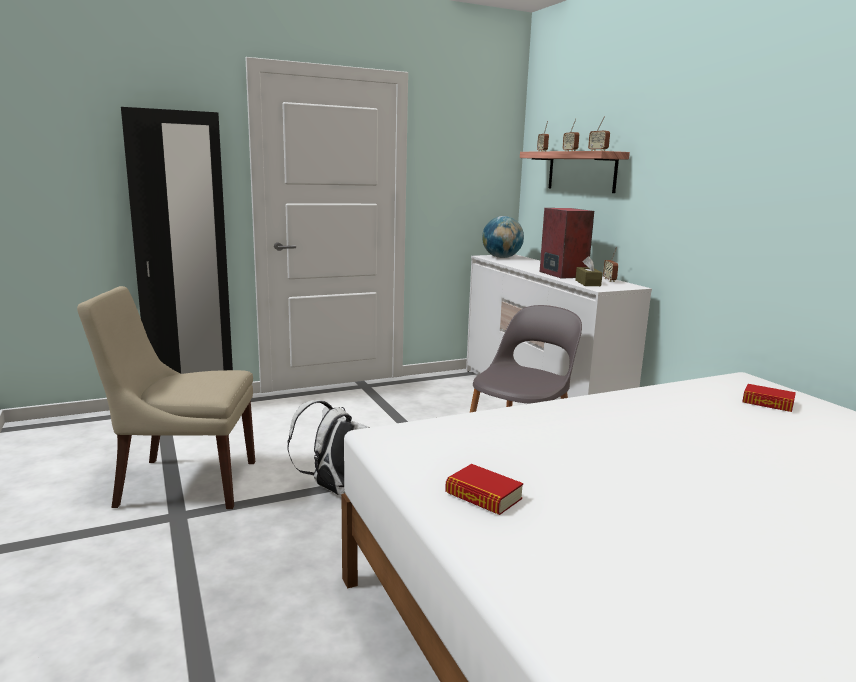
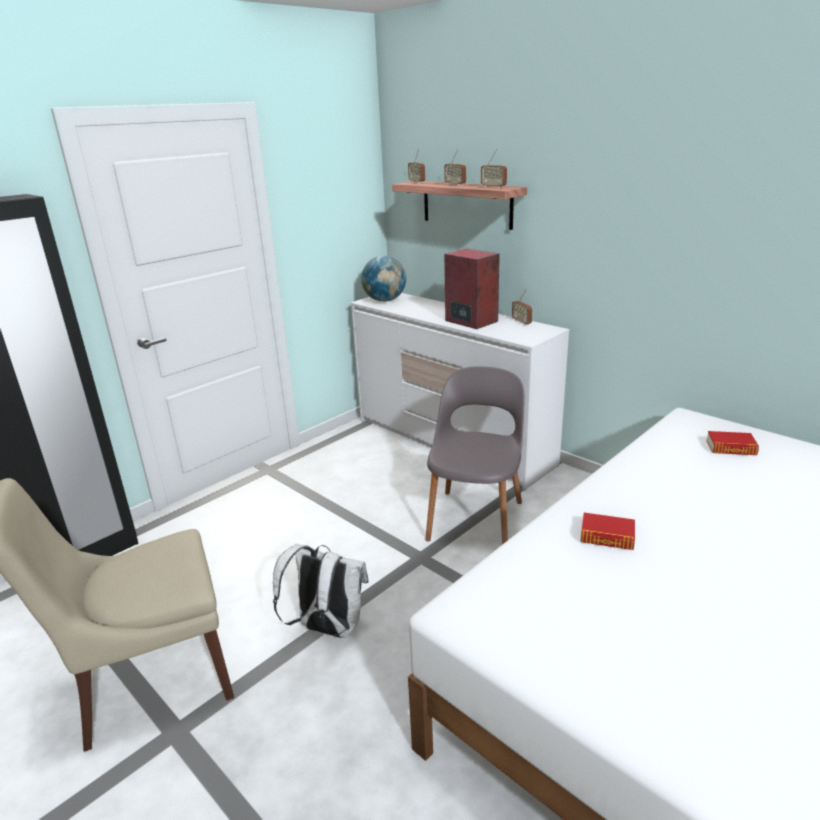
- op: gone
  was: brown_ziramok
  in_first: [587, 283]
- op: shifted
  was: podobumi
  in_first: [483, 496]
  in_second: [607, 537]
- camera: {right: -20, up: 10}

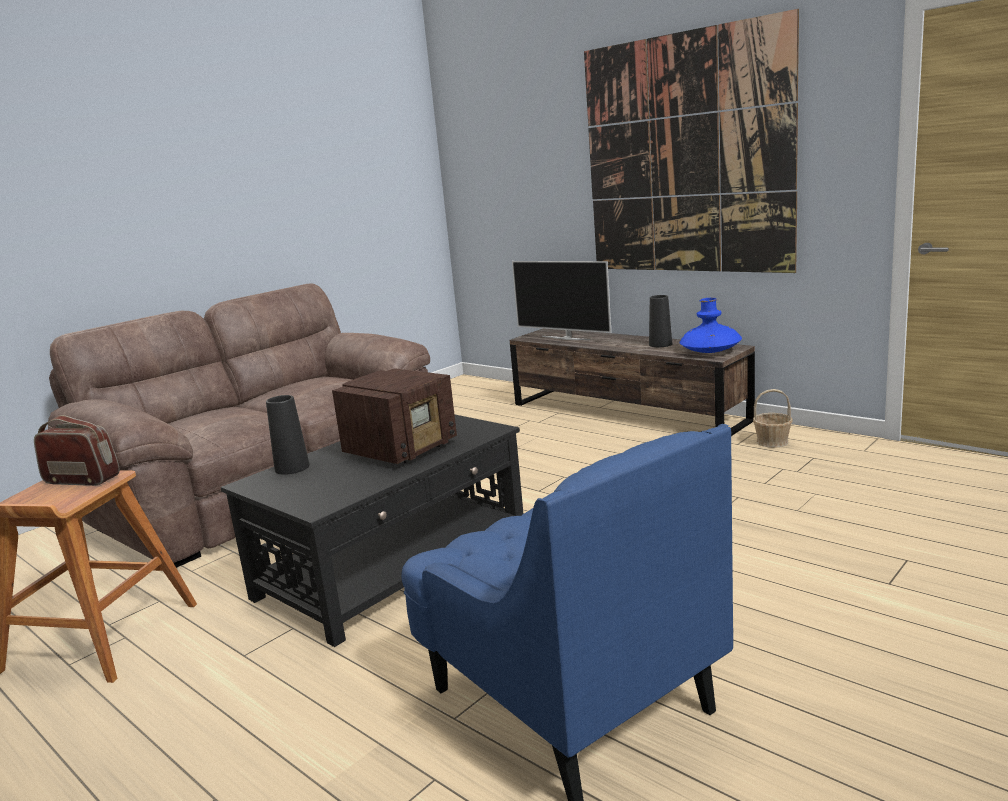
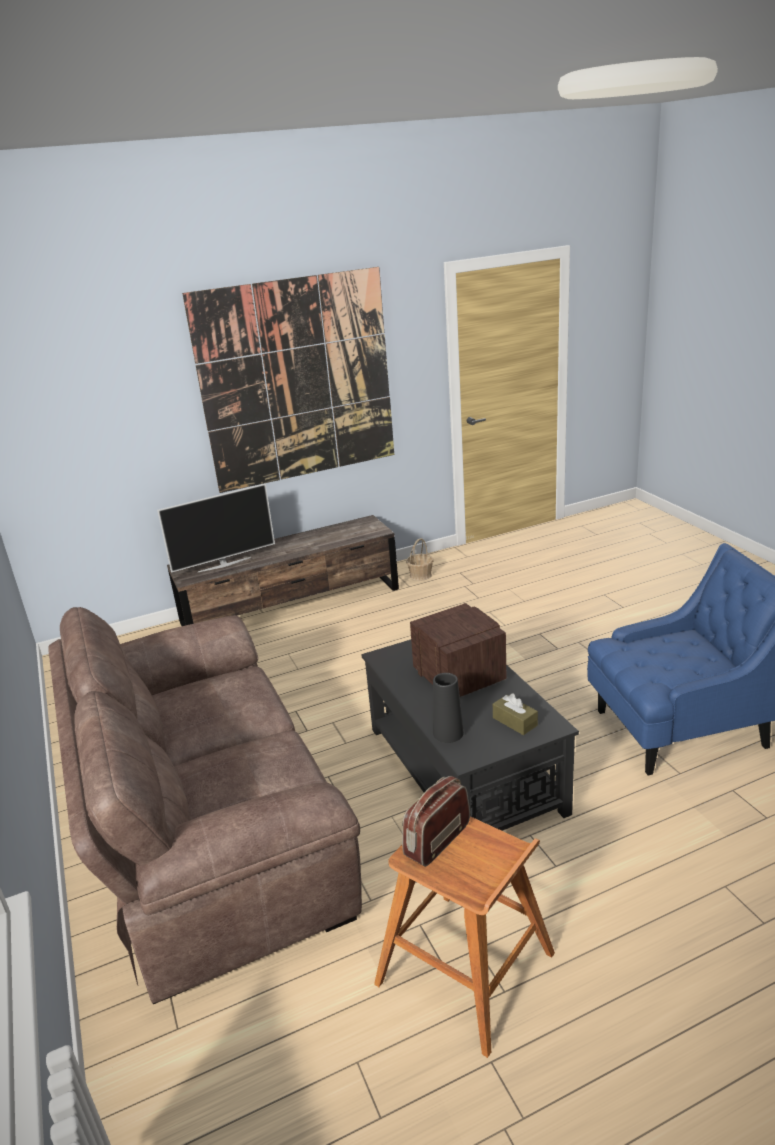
- op: gone
  was: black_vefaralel
  in_first: [660, 344]
- op: gone
  was: blue_vefaralel
  in_first: [710, 351]
- op: new
  now: brown_ziramok
  in_second: [515, 721]
- camera: {right: -65, up: 10}

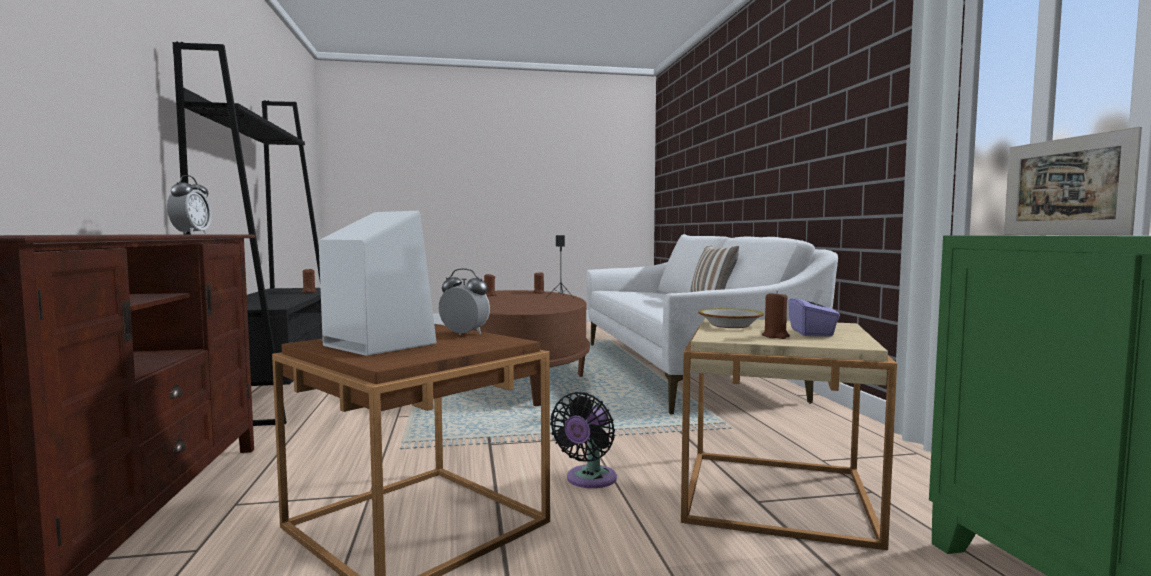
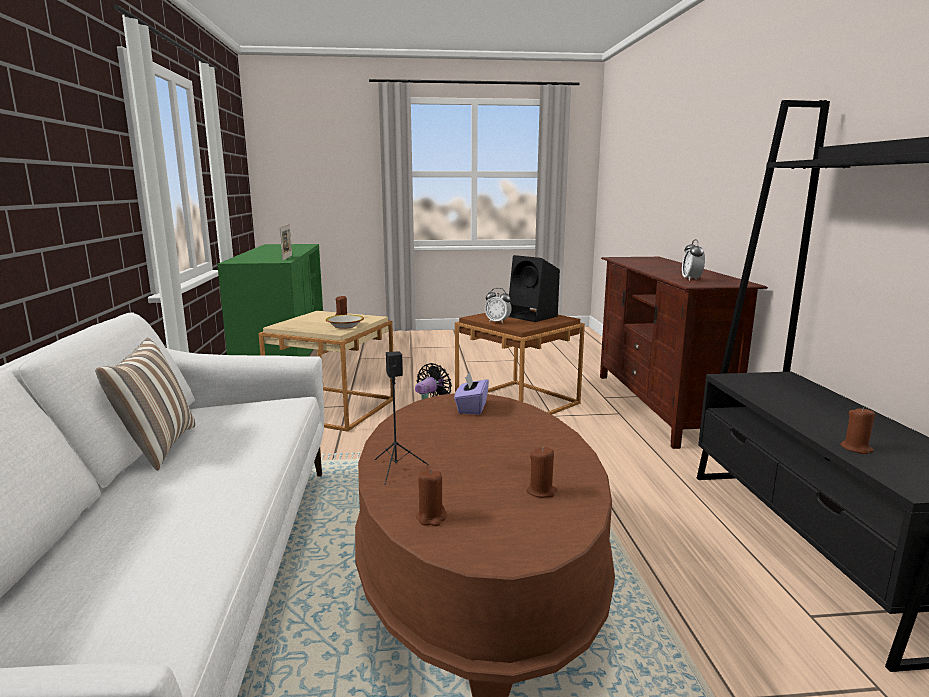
- op: repainted
  was: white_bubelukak
  now: black_bubelukak
  in_first: [377, 344]
  in_second: [533, 316]
- op: shifted
  was: purple_ziramok
  in_first: [812, 333]
  in_second: [471, 408]
- camera: {right: -175, up: 10}

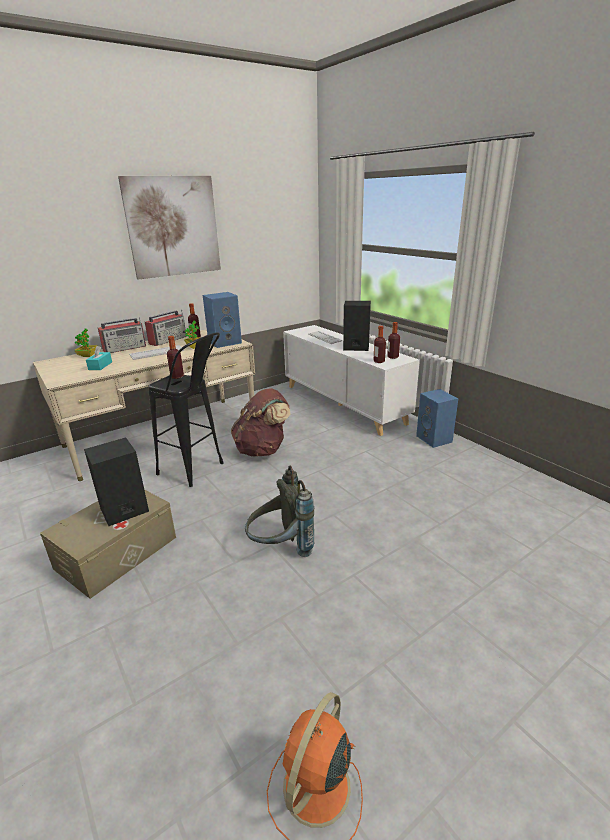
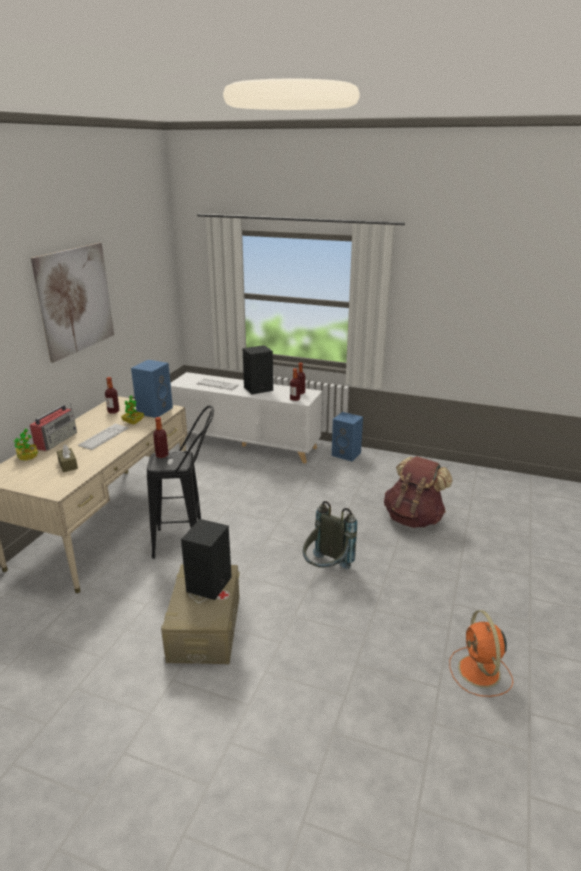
- op: gone
  was: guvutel
  in_first: [168, 340]
- op: repainted
  was: turquoise_ziramok
  now: brown_ziramok
  in_first: [100, 366]
  in_second: [68, 465]
- op: shifted
  was: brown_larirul
  in_first: [263, 450]
  in_second: [413, 518]
- camera: {right: -35, up: 0}

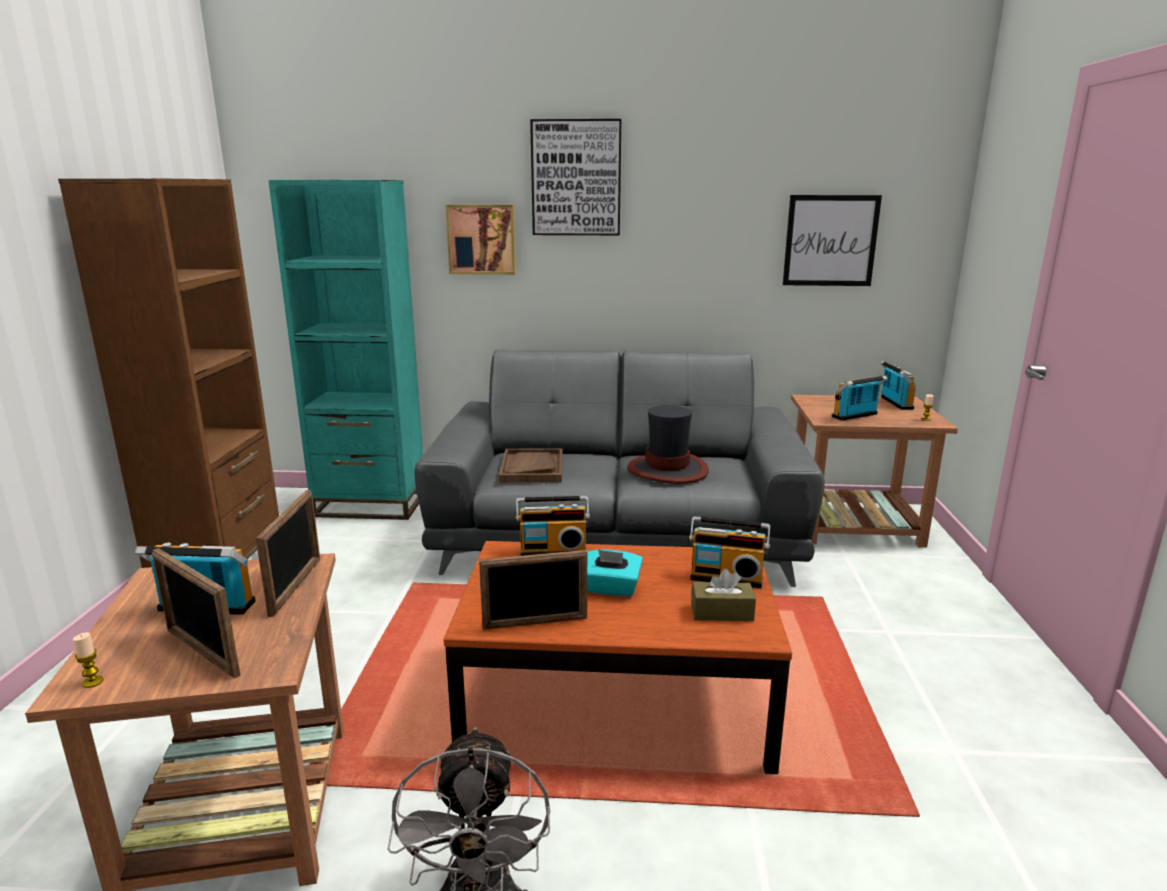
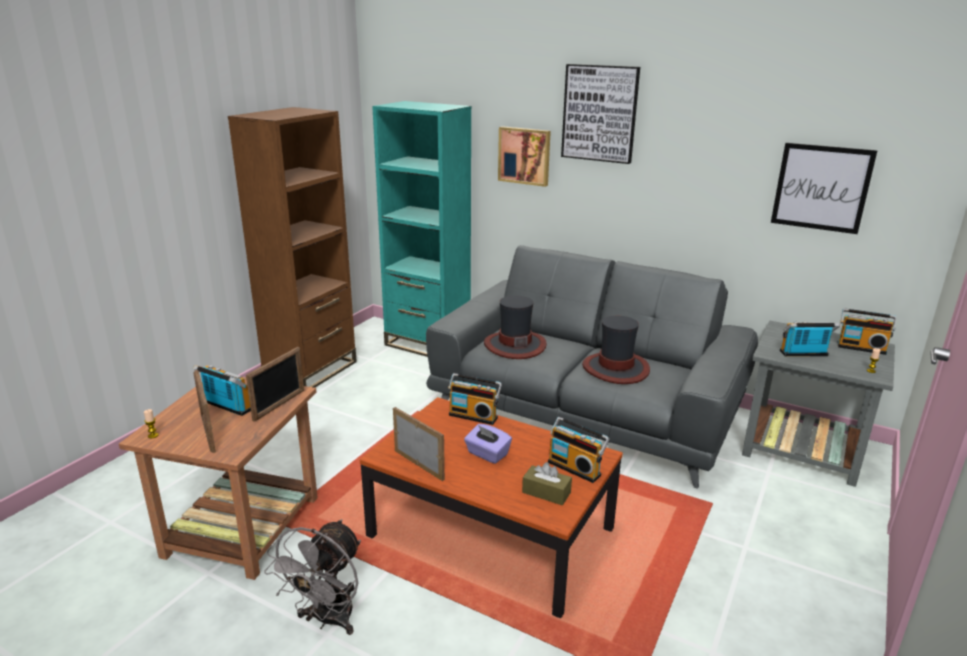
- op: rotated
  was: guvutel
  in_first: [894, 403]
  in_second: [861, 347]
  clockwise: 90
- op: repainted
  was: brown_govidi
  now: grey_govidi
  in_first: [855, 524]
  in_second: [804, 449]
- op: swapped
  was: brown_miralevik
  now: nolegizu
  in_first: [532, 468]
  in_second: [514, 345]
- op: repainted
  was: turquoise_ziramok
  now: purple_ziramok
  in_first: [611, 589]
  in_second: [487, 454]
- op: rotated
  was: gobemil
  in_first: [535, 623]
  in_second: [419, 464]
  clockwise: -150
- camera: {right: 25, up: 5}

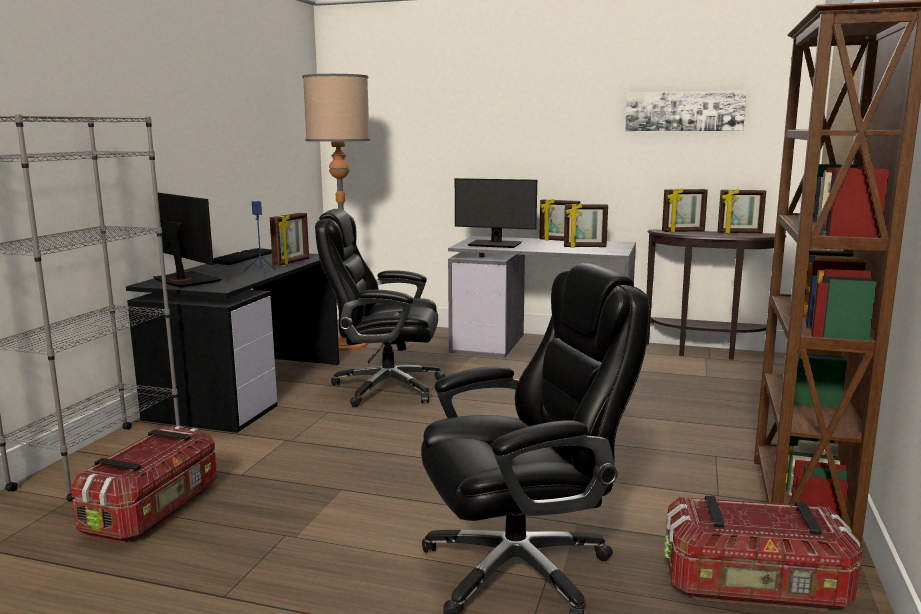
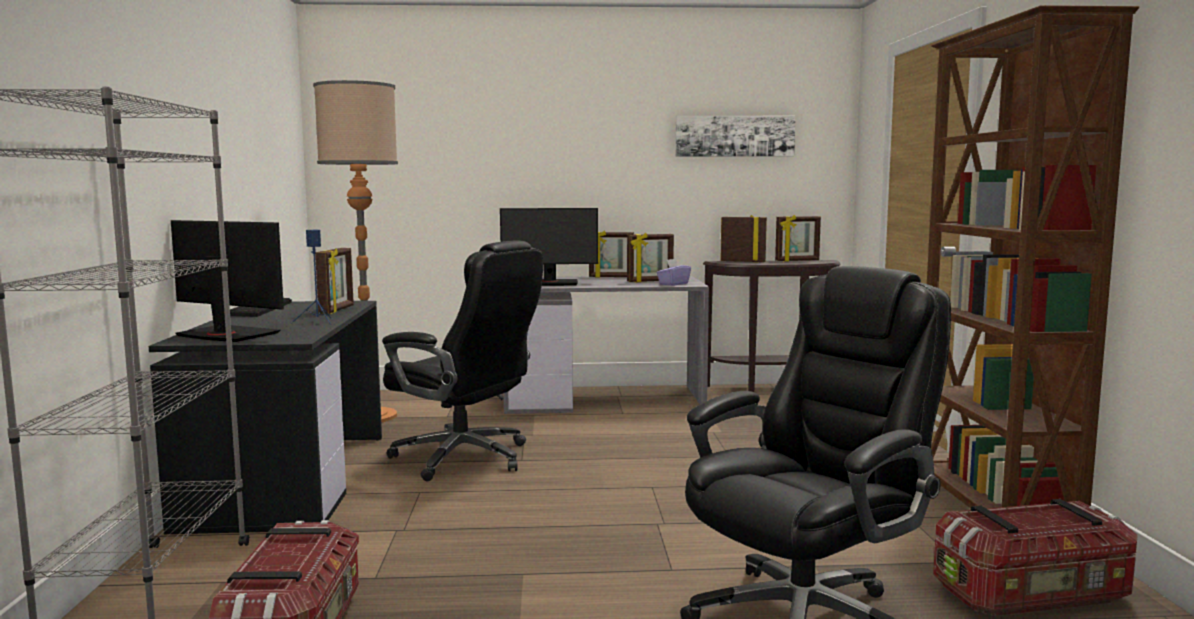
- op: rotated
  was: gobemil
  in_first: [683, 232]
  in_second: [743, 261]
  clockwise: -135
- op: rotated
  was: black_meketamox
  in_first: [384, 388]
  in_second: [465, 458]
  clockwise: -135
- op: new
  now: purple_ziramok
  in_second: [673, 284]
- camera: {right: -20, up: -5}

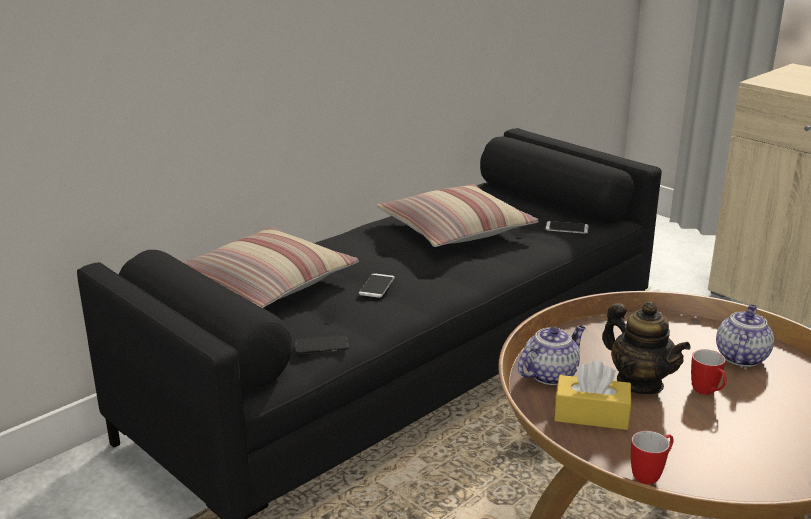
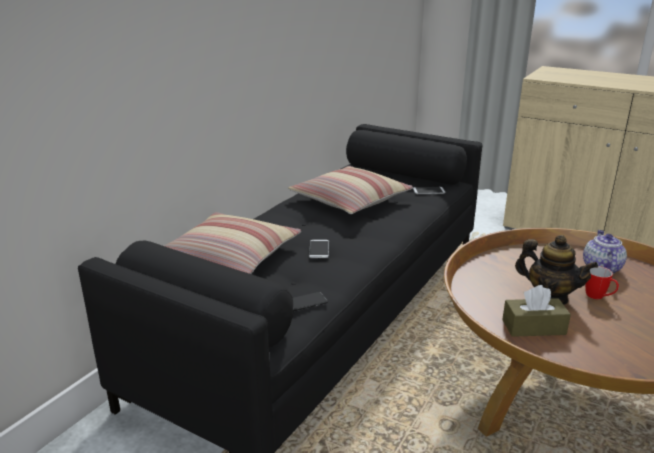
- op: gone
  was: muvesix
  in_first: [550, 374]
- op: repainted
  was: yellow_ziramok
  now: brown_ziramok
  in_first: [591, 415]
  in_second: [533, 327]
- op: gone
  was: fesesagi
  in_first: [651, 474]
- camera: {right: -15, up: 0}

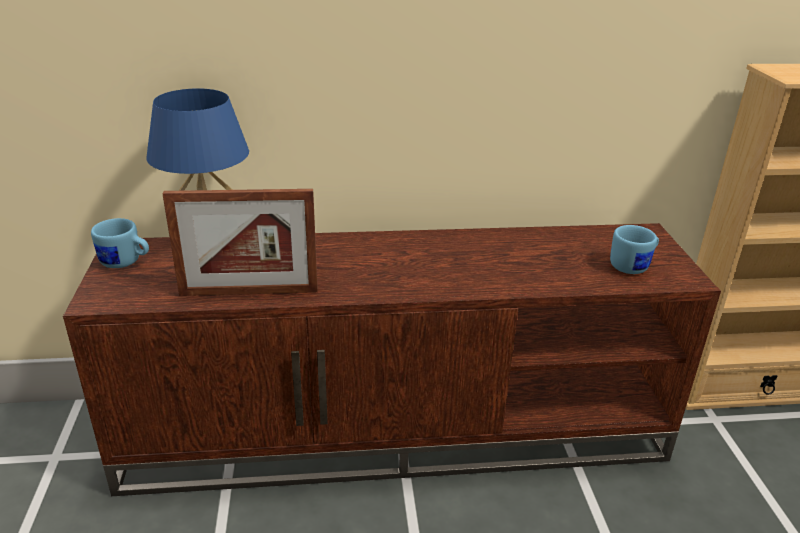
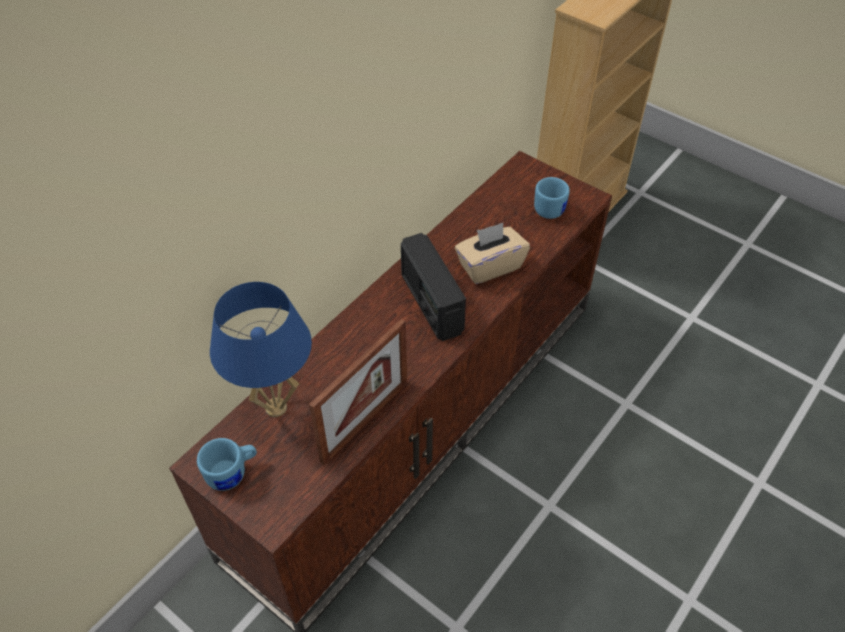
- op: new
  now: beige_ziramok
  in_second: [489, 266]
- op: new
  now: guvutel
  in_second: [431, 303]
- camera: {right: -45, up: 20}

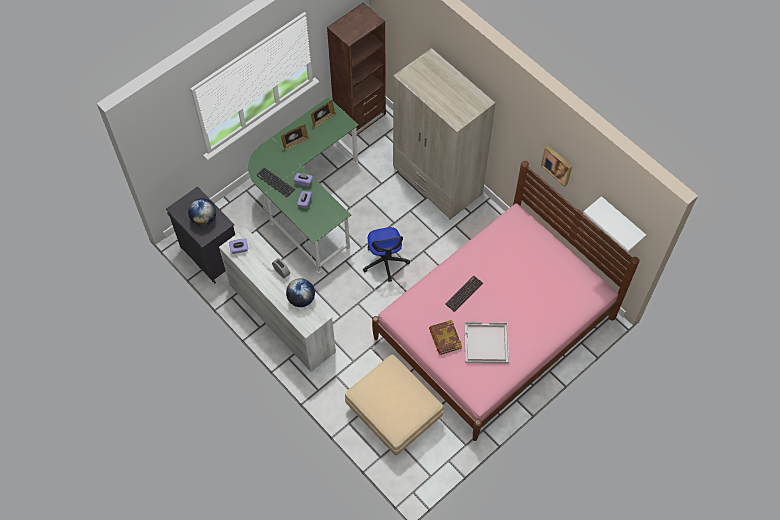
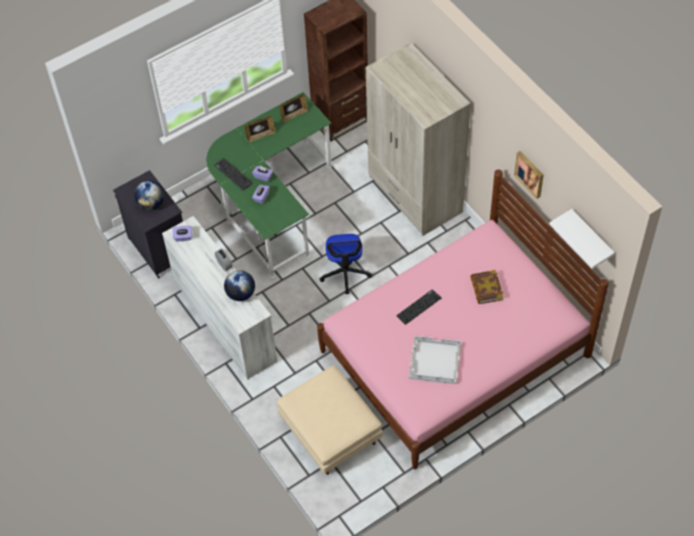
- op: shifted
  was: podobumi
  in_first: [445, 338]
  in_second: [486, 289]
- camera: {right: 10, up: -5}

